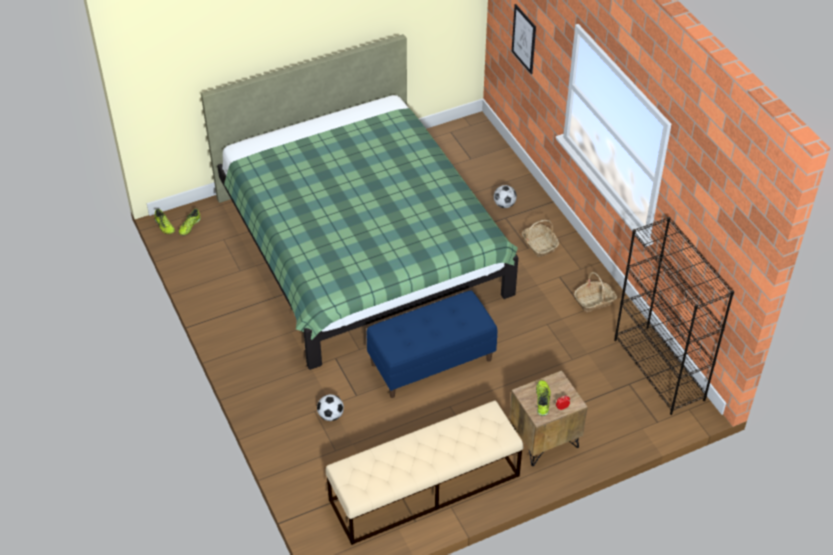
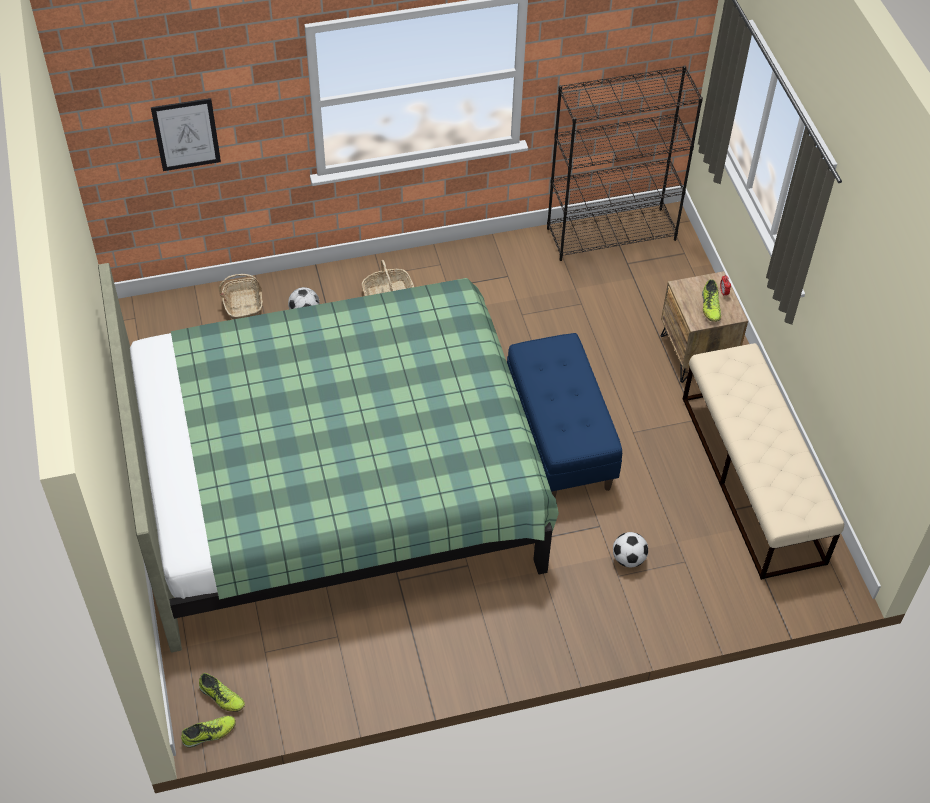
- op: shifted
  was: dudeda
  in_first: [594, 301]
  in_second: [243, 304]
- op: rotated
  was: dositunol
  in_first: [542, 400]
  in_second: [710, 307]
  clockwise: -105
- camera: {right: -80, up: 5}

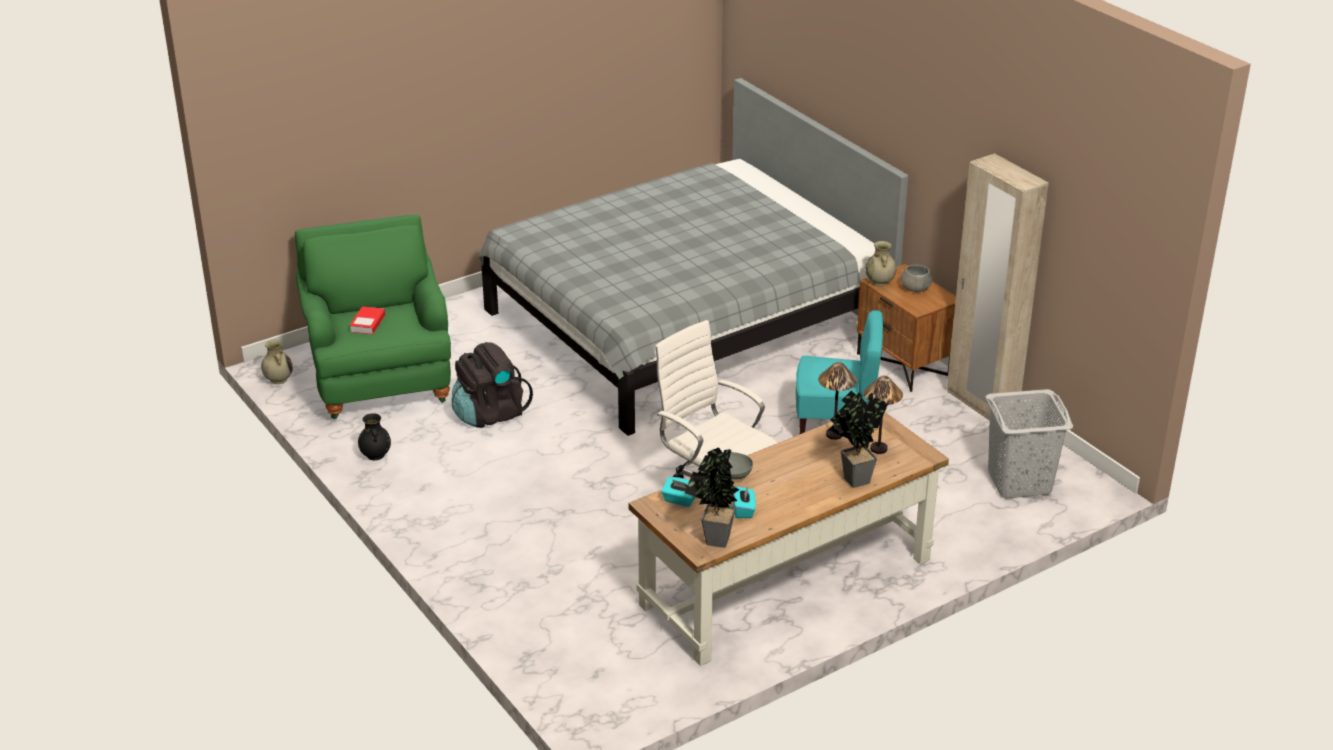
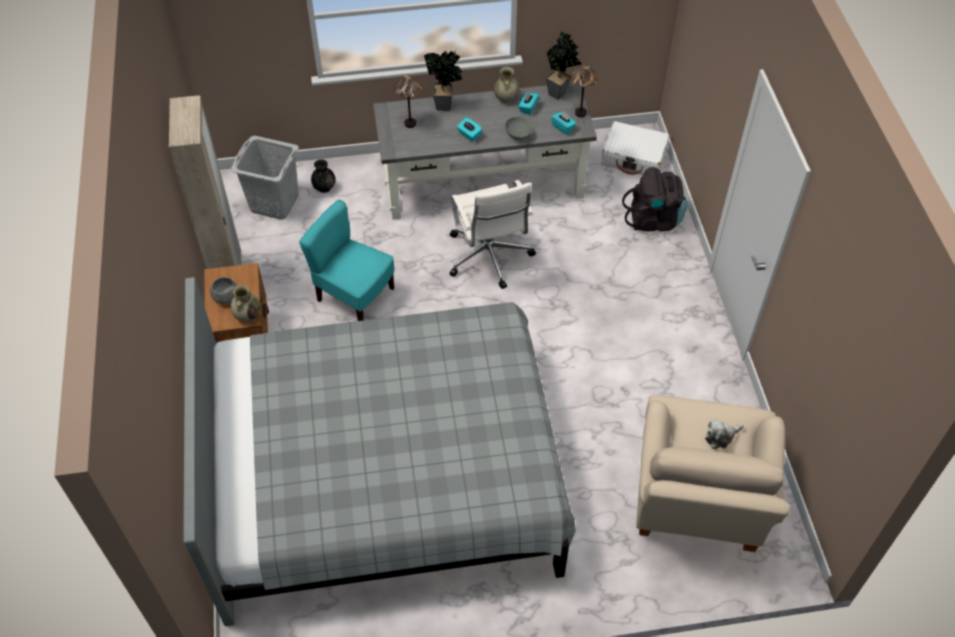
- op: repainted
  was: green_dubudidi
  now: beige_dubudidi
  in_first: [380, 378]
  in_second: [697, 502]
- op: swapped
  was: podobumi
  now: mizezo
  in_first: [368, 323]
  in_second: [721, 437]
- op: shifted
  was: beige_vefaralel
  in_first: [278, 379]
  in_second: [506, 98]
- op: shifted
  was: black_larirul
  in_first: [489, 414]
  in_second: [653, 219]
- op: shifted
  was: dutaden
  in_first: [833, 434]
  in_second: [581, 113]
- op: repainted
  was: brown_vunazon
  now: grey_vunazon
  in_first: [786, 583]
  in_second: [484, 182]
- op: shifted
  was: black_vefaralel
  in_first: [376, 455]
  in_second: [324, 187]
- op: new
  now: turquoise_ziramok
  in_second: [469, 135]
- op: new
  now: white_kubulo
  in_second: [634, 157]
- camera: {right: -155, up: 20}

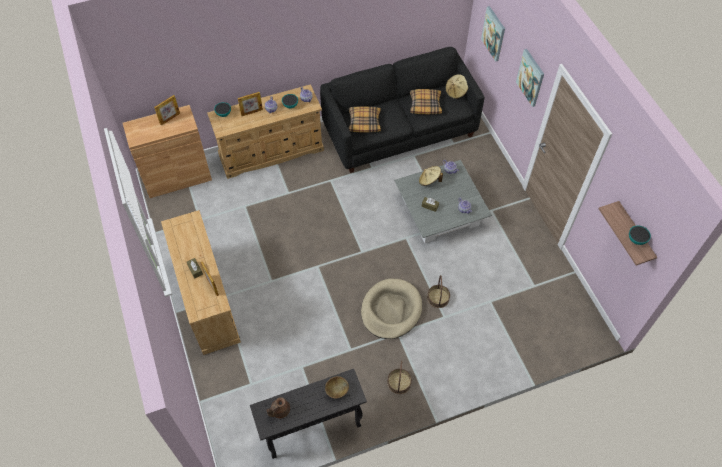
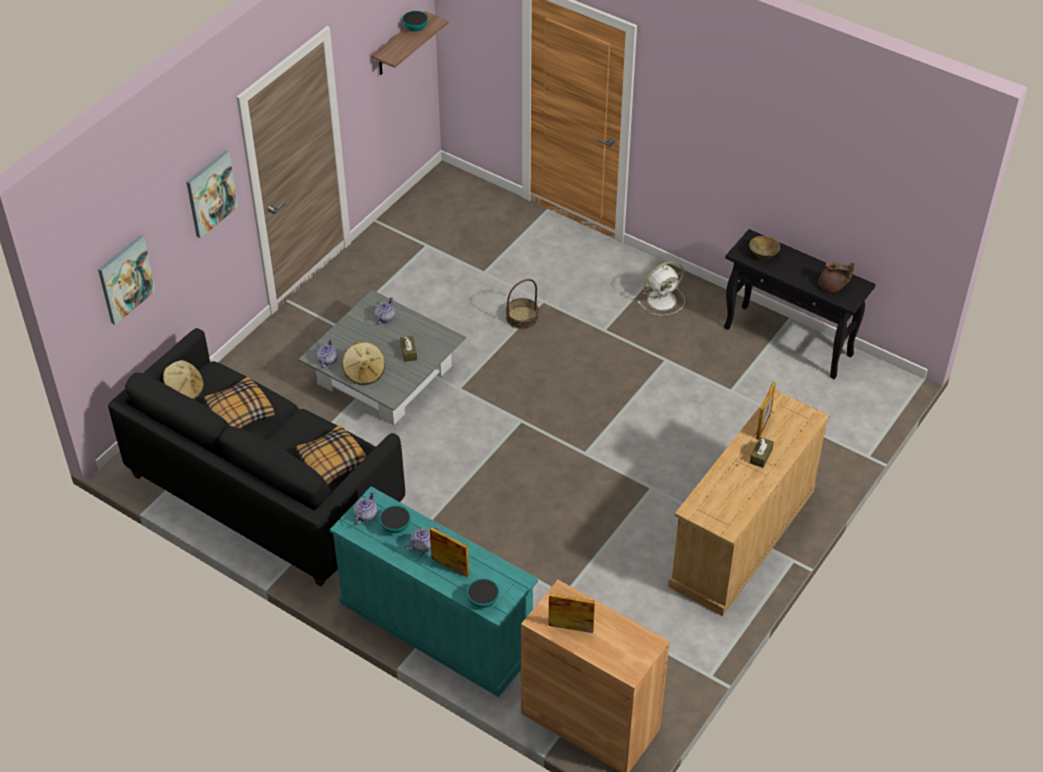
- op: repainted
  was: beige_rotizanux
  now: turquoise_rotizanux
  in_first: [271, 152]
  in_second: [435, 626]
- op: gone
  was: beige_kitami
  in_first: [391, 310]
- op: swapped
  was: dudeda
  now: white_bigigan
  in_first: [399, 382]
  in_second: [663, 299]
- camera: {right: -125, up: -10}

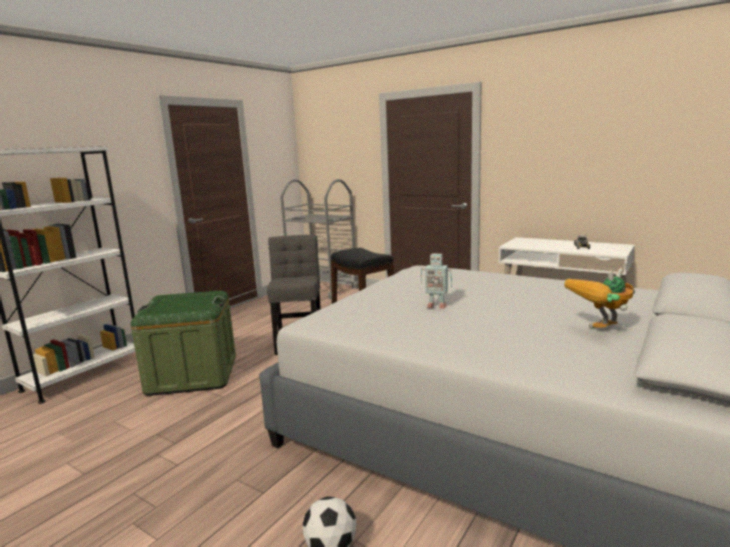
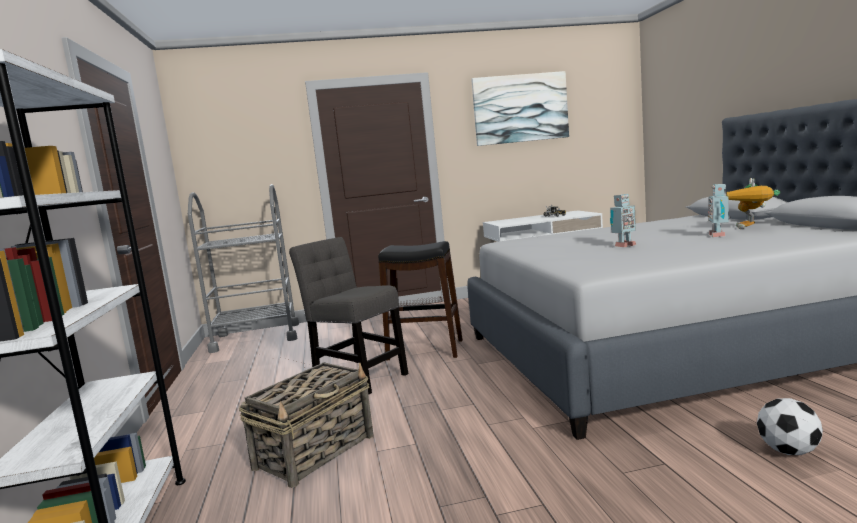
- op: swapped
  was: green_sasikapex
  now: dudeda
  in_first: [193, 375]
  in_second: [316, 451]
- op: new
  now: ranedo
  in_second: [520, 108]
- op: new
  now: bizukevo
  in_second: [719, 235]
- camera: {right: -45, up: -5}

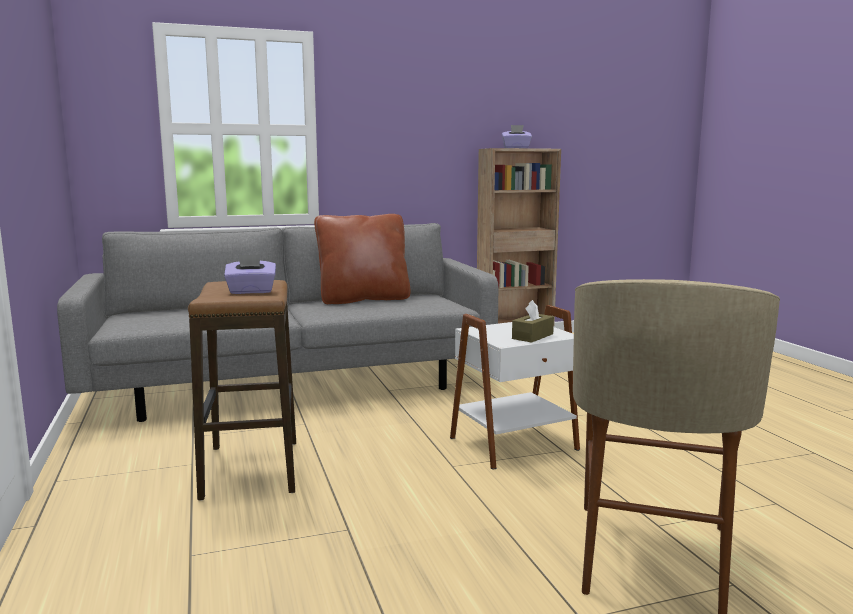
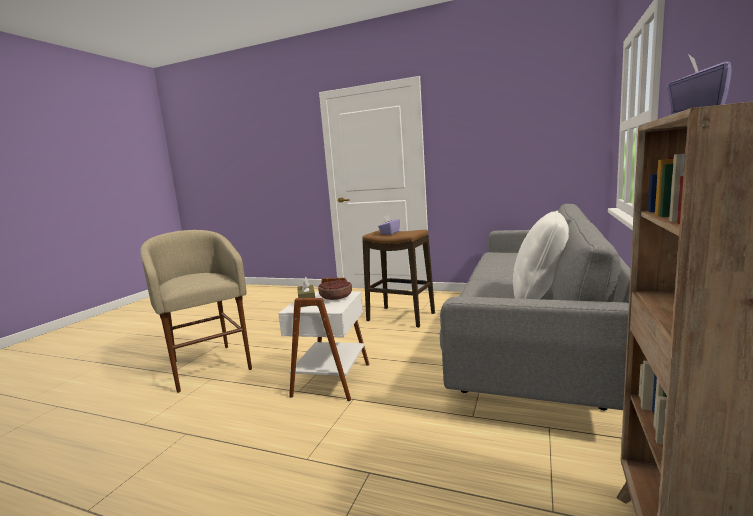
- op: repainted
  was: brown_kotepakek
  now: white_kotepakek
  in_first: [363, 299]
  in_second: [539, 298]
- op: new
  now: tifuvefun
  in_second: [335, 298]
- camera: {right: 130, up: 0}

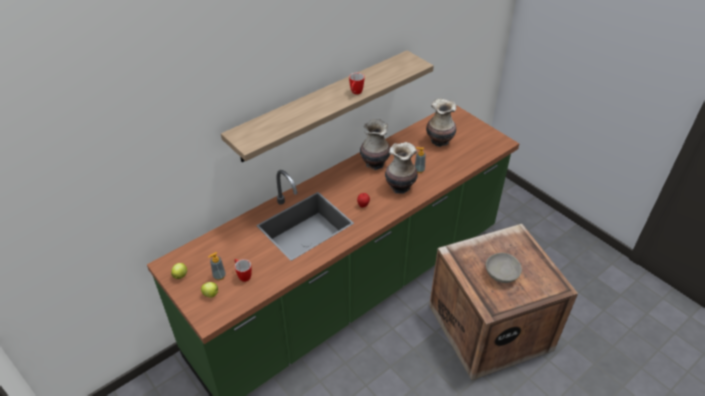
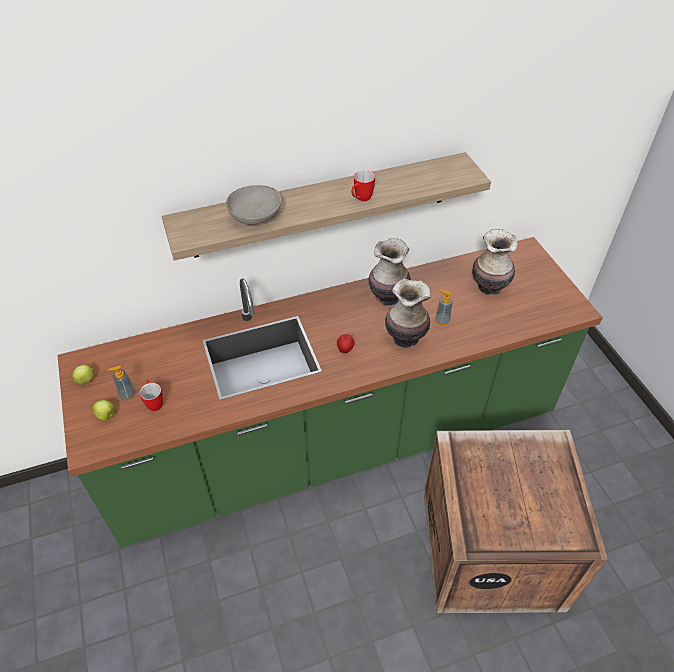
- op: shifted
  was: grey_tifuvefun
  in_first: [501, 274]
  in_second: [255, 216]
- camera: {right: 20, up: 5}

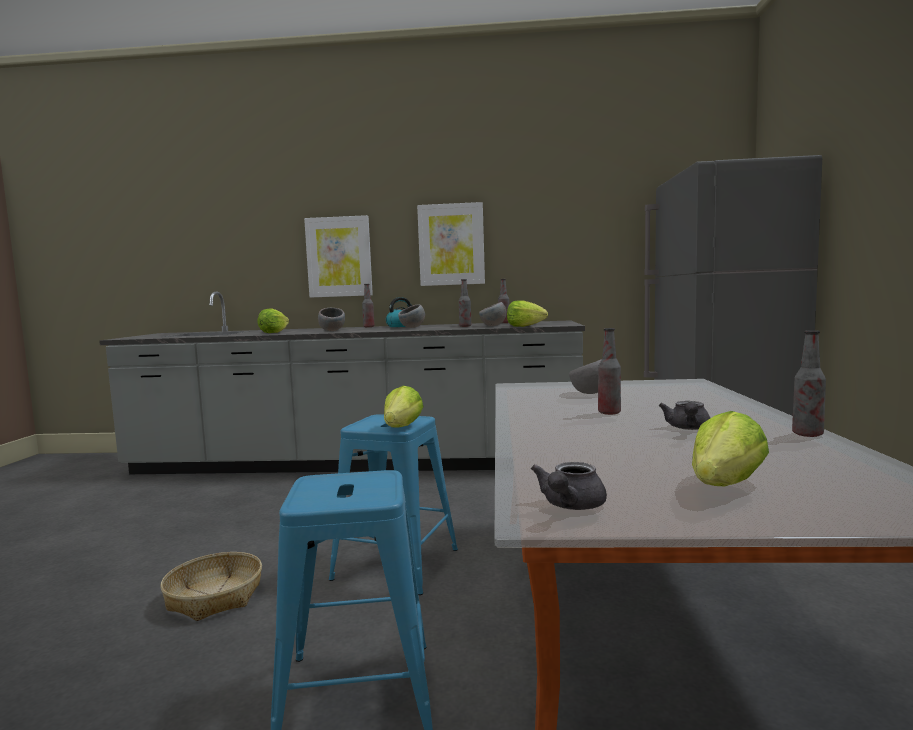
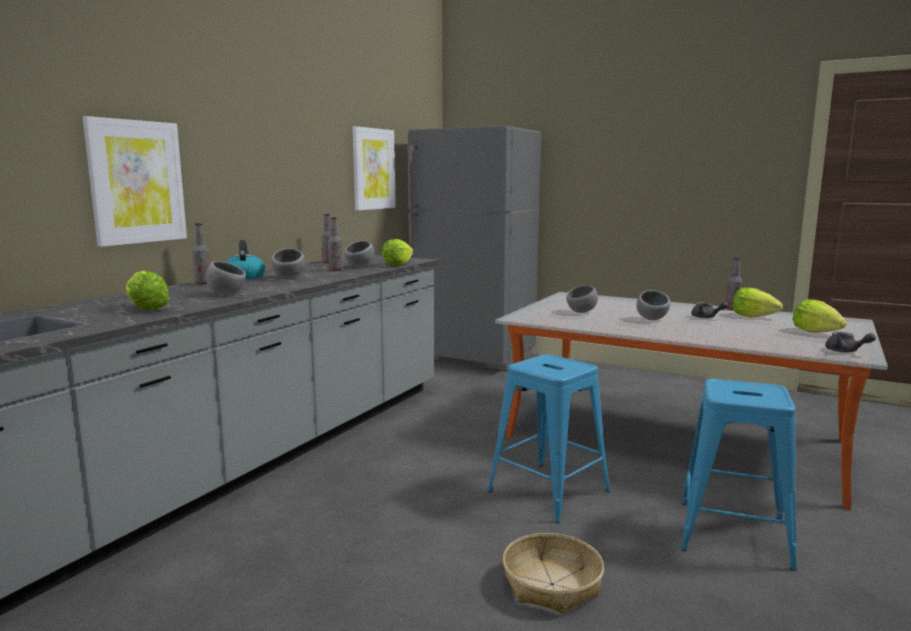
- op: shifted
  was: ranedo
  in_first: [451, 244]
  in_second: [373, 169]
- op: swapped
  was: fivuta
  now: grey_tifuvefun
  in_first: [609, 413]
  in_second: [652, 319]
- op: shifted
  was: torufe
  in_first: [402, 427]
  in_second: [753, 316]
- camera: {right: -65, up: 5}

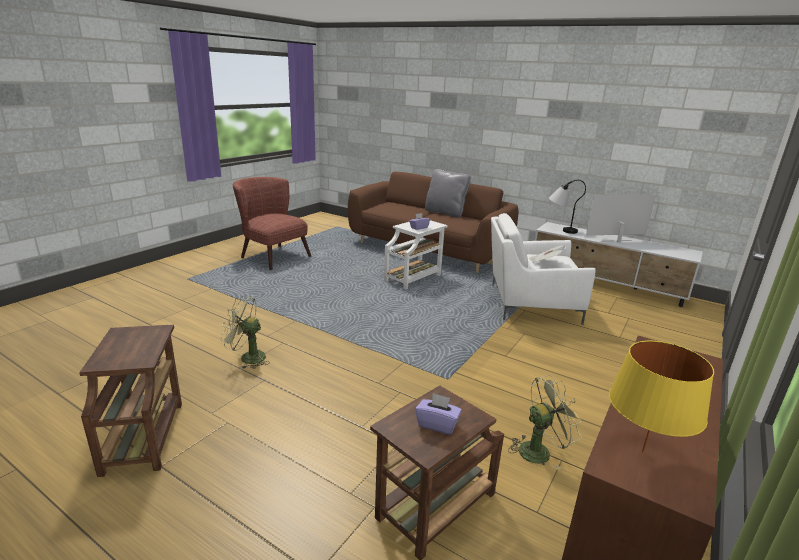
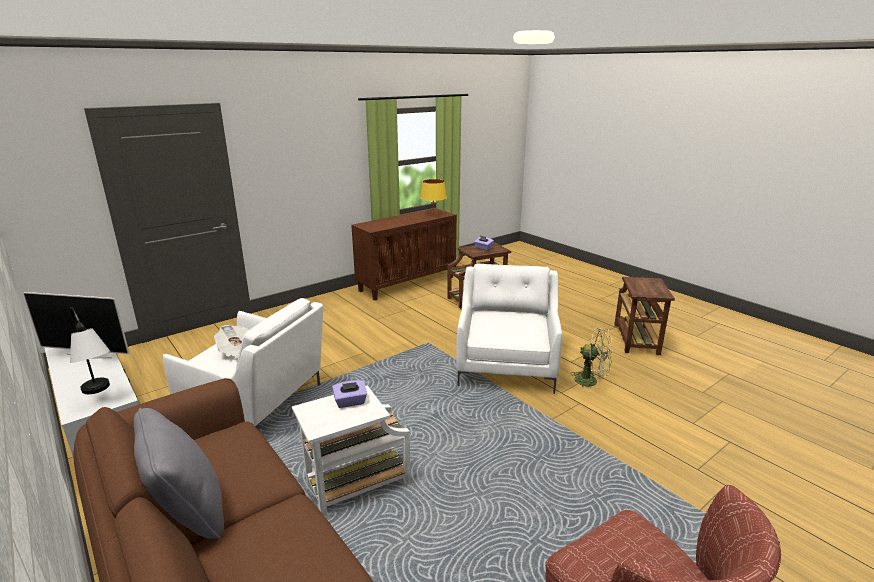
- op: gone
  was: green_bigigan
  in_first: [539, 450]
- op: new
  now: white_dubudidi
  in_second: [507, 364]
- camera: {right: -160, up: 0}

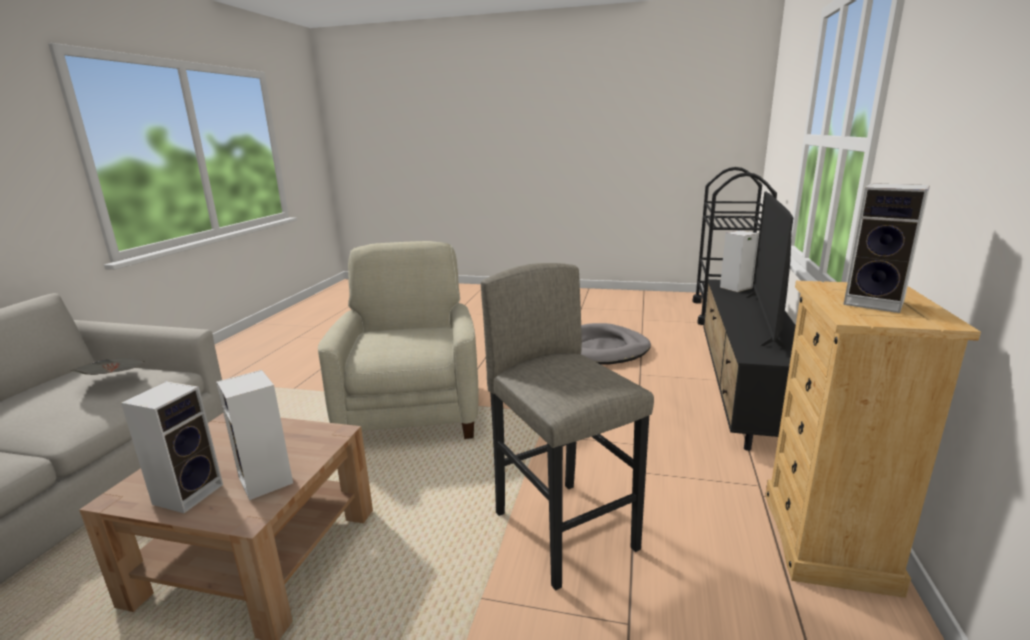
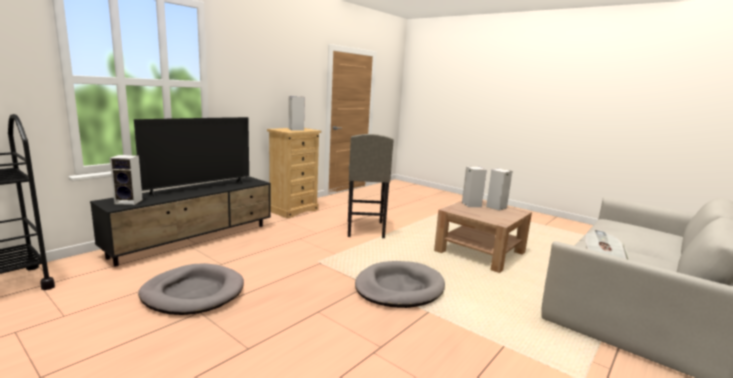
- op: swapped
  was: beige_dubudidi
  now: grey_kitami
  in_first: [412, 411]
  in_second: [399, 288]
- camera: {right: -155, up: -5}

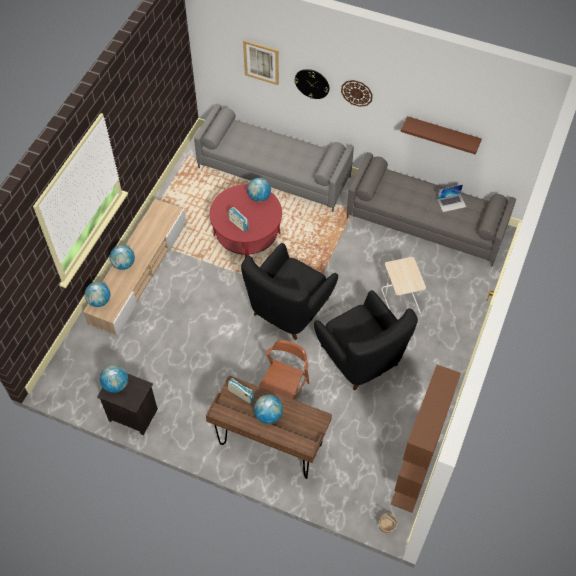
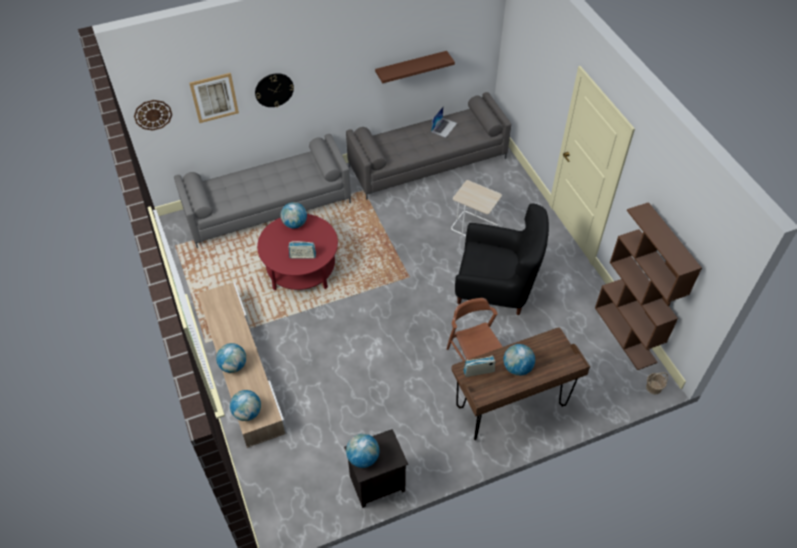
- op: shifted
  was: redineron
  in_first: [357, 93]
  in_second: [153, 114]
- op: gone
  was: black_dubudidi
  in_first: [289, 309]
- camera: {right: -45, up: -5}

